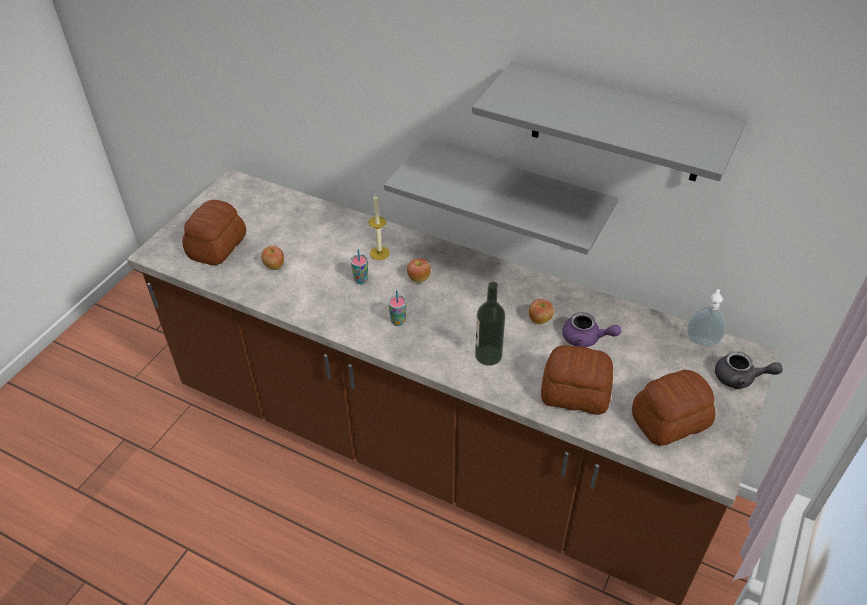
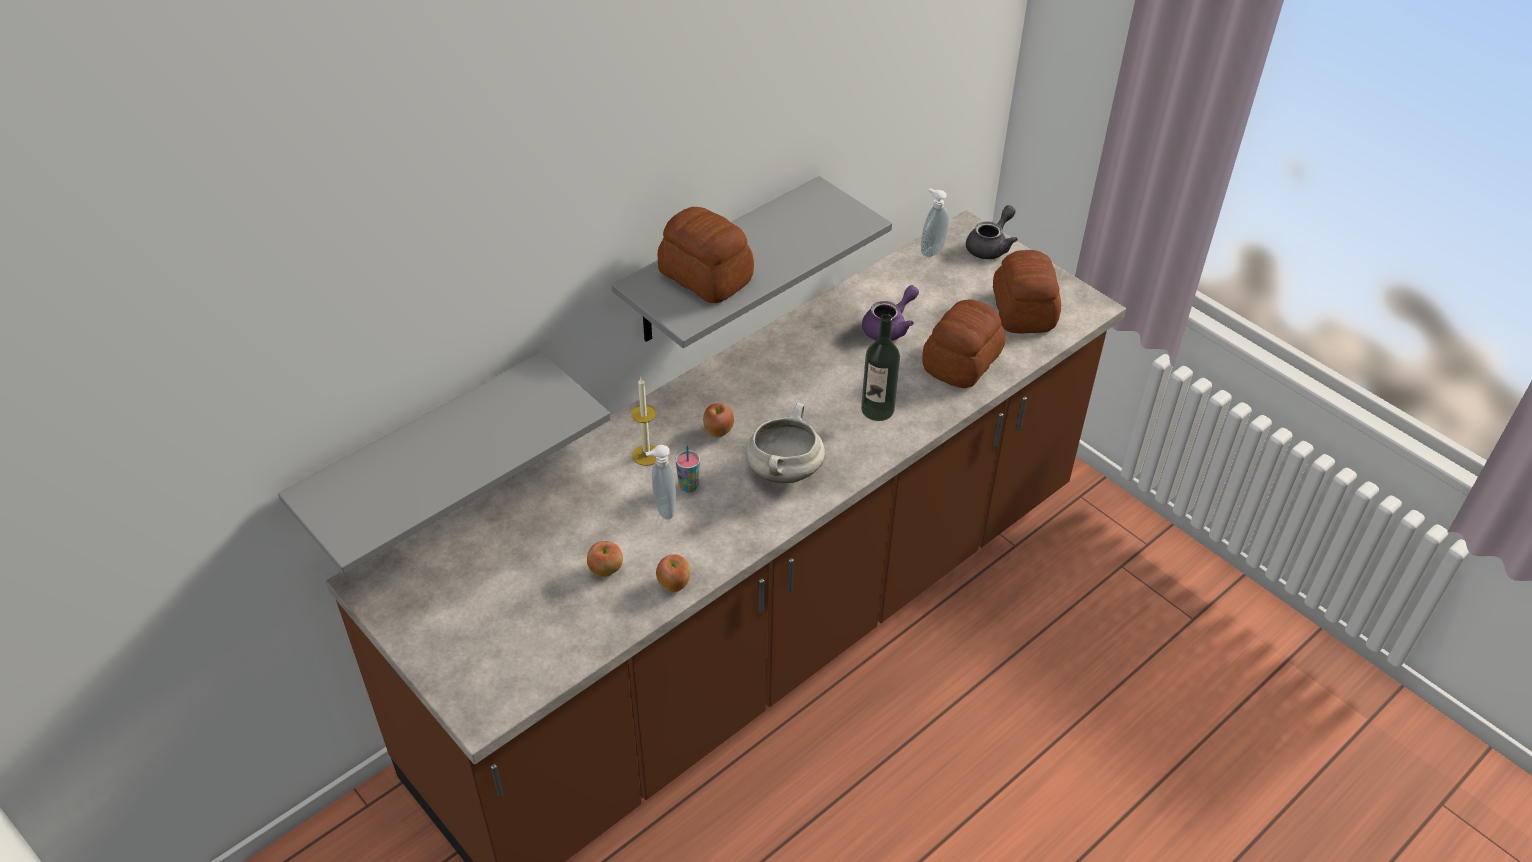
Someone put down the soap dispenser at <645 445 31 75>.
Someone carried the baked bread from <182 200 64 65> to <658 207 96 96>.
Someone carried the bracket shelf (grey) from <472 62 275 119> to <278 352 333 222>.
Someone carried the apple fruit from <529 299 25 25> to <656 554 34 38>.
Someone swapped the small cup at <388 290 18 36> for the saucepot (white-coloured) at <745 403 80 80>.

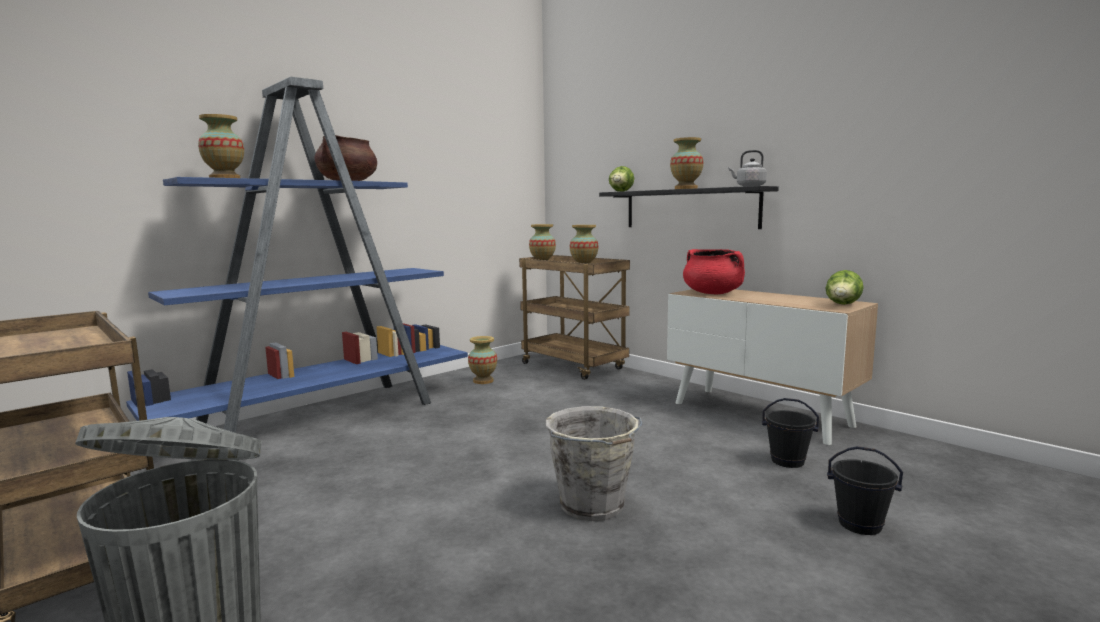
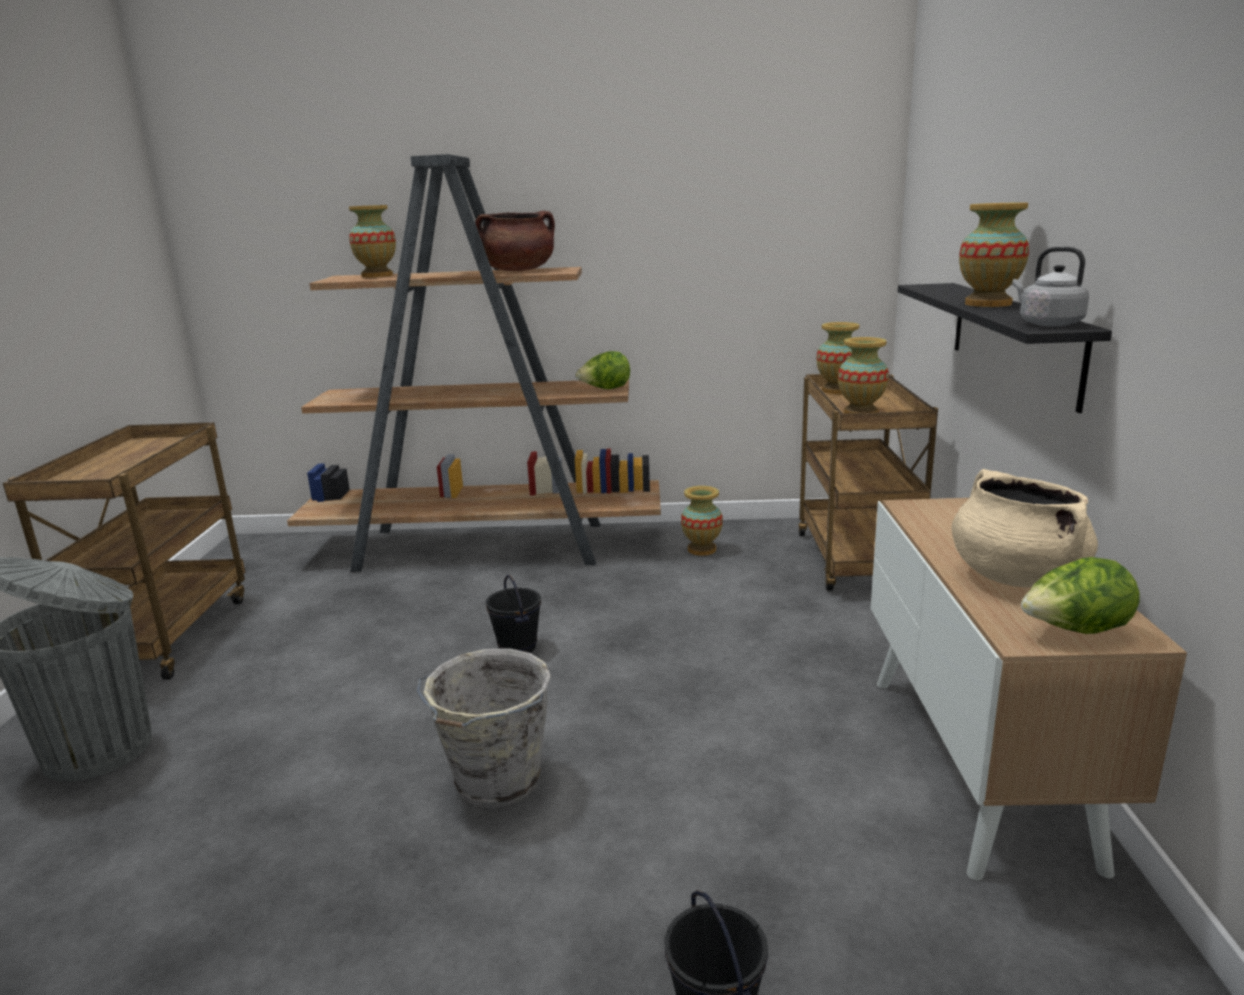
Someone took away the saucepot (reddish) at <683 249 62 45>.
Someone put down the saucepot (sand-coloured) at <952 469 146 118>.
Someone carried the lettuce head from <609 166 25 26> to <576 351 54 38>.
Someone carried the bucket (black) from <762 398 57 70> to <486 575 55 78>.
Someone repainted the bookshelf (blue-coloured) at <126 77 342 356>, which became the bookshelf (brown) at <287 154 374 418>.

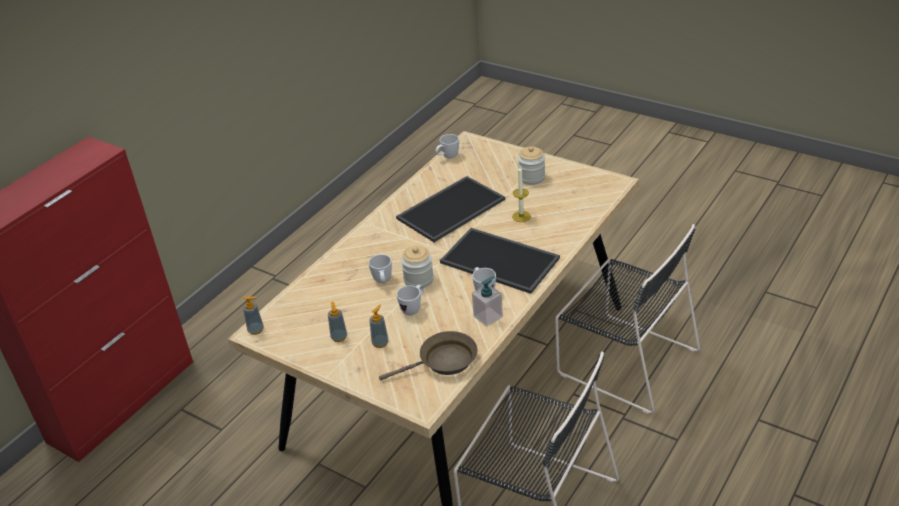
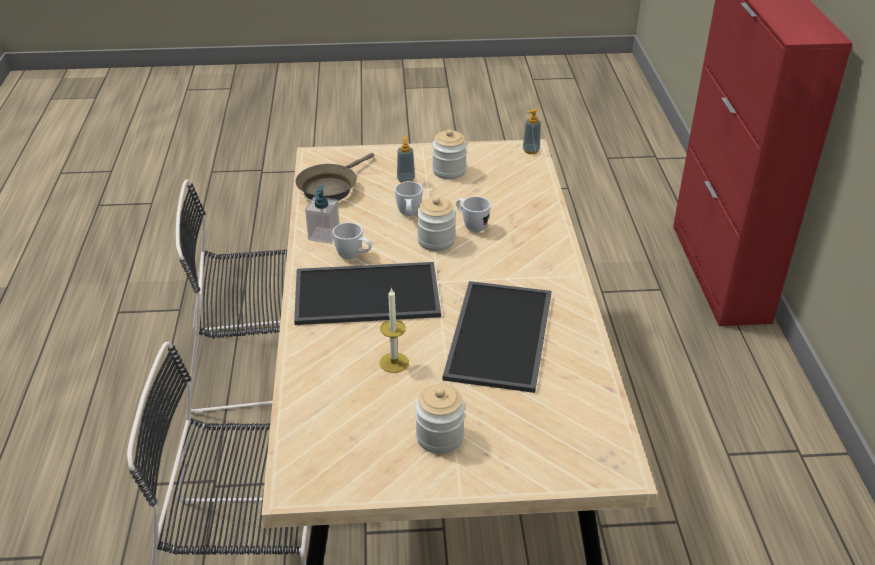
Someone took away the mug (white-coloured) at <435 134 24 24>.
Someone swapped the soap dispenser at <328 302 19 40> for the preserve jar at <432 130 35 49>.

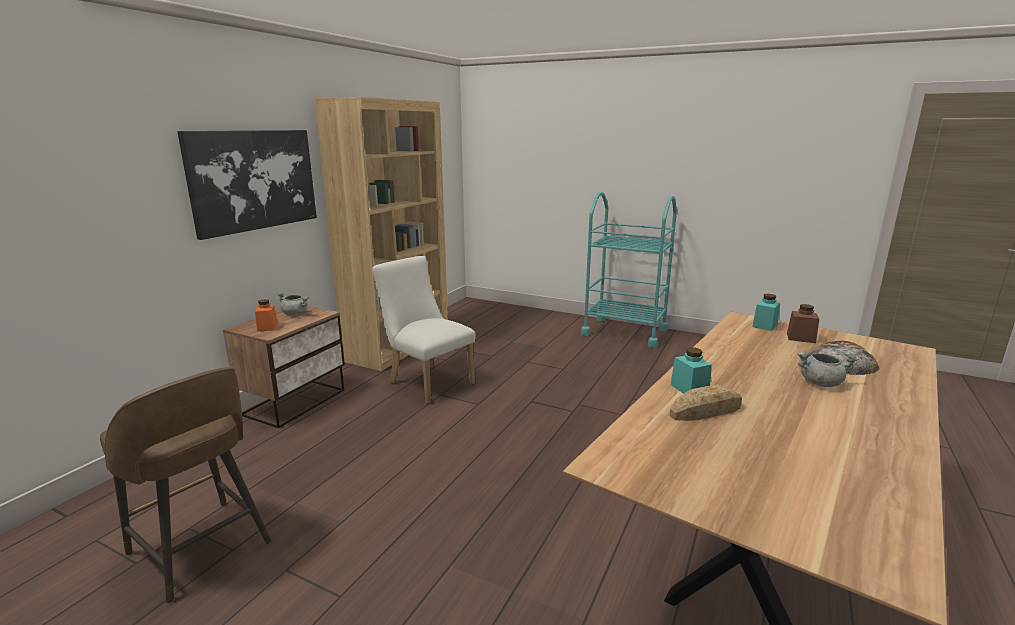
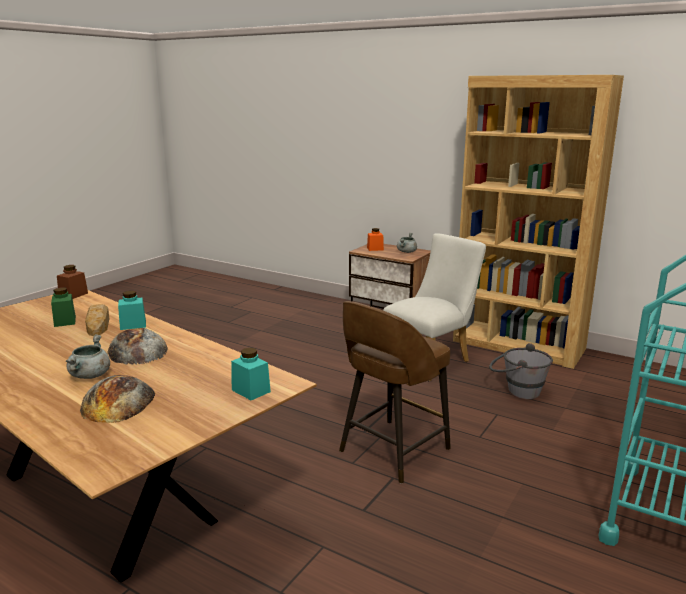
Someone took away the wall picture at <177 130 140 110>.
Someone put down the preserve jar (green-coloured) at <51 288 25 39>.
Someone put down the baked bread at <107 328 61 37>.
Someone put down the bucket (grey) at <489 343 64 56>.
Someone carried the stool (brown) from <100 367 171 236> to <339 301 112 183>.
Someone carried the preserve jar (brown) from <787 304 32 39> to <57 265 31 34>.

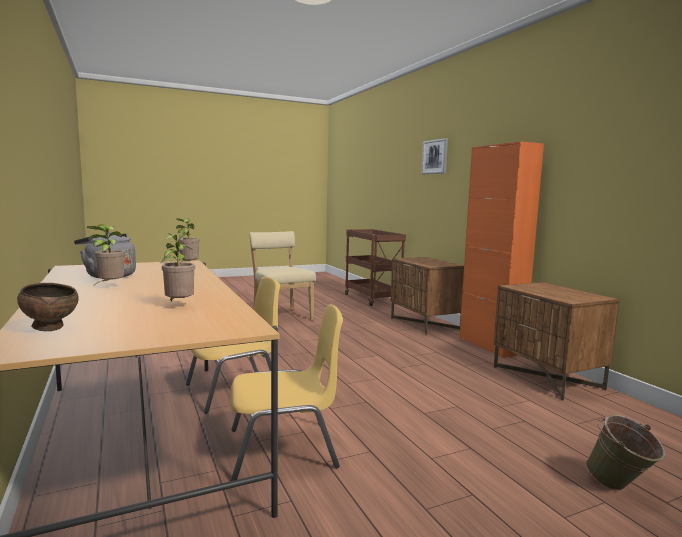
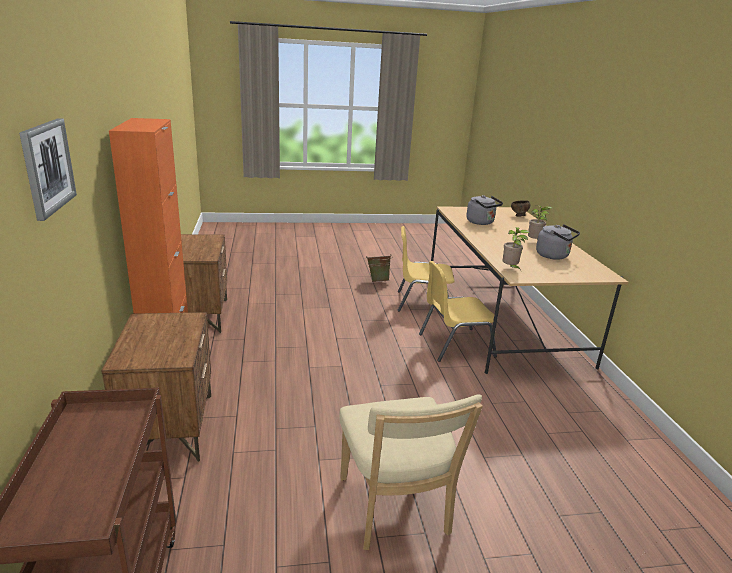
Someone carried the bucket (green-coloured) from <586 415 79 76> to <366 254 26 28>.
Someone swapped the plant in a pot at <161 232 34 70> for the water kettle (grey) at <466 195 37 30>.

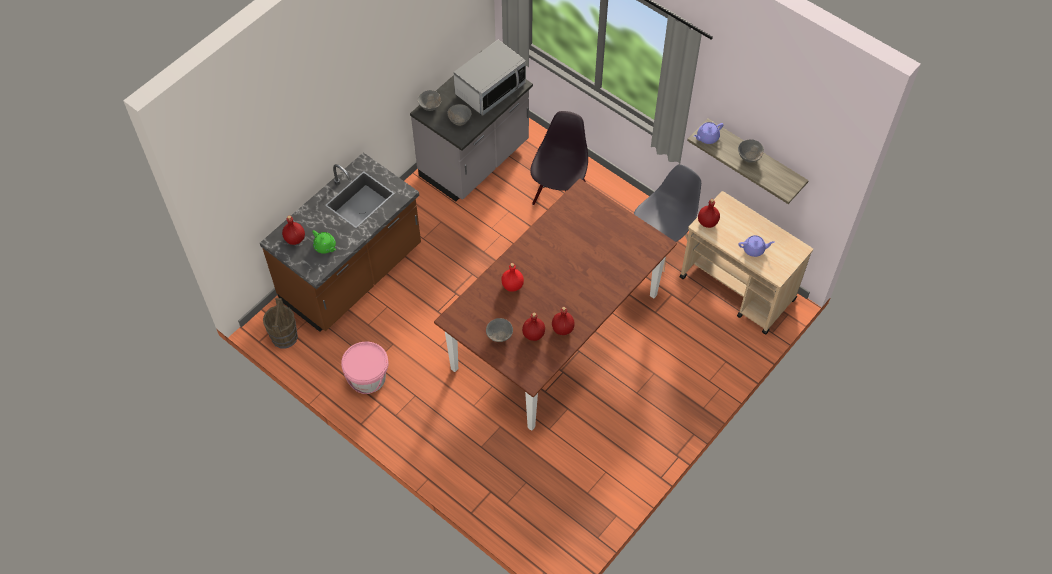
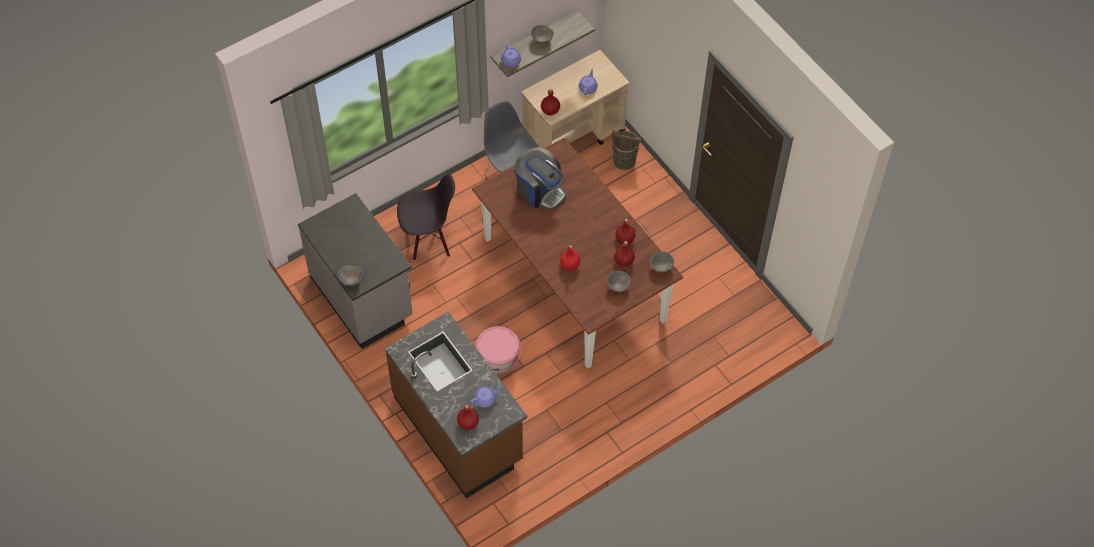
Someone took away the kitchen microwave at <453 40 73 76>.
Someone put down the coffee machine at <514 147 53 64>.
Someone carried the bucket (brown) from <263 298 35 50> to <611 130 30 40>.
Someone carried the bucket (pink-coloured) from <341 342 48 52> to <476 326 45 49>.
Someone carried the serving bowl (grey) from <447 104 24 22> to <650 251 24 21>.
Someone repainted the teapot (green-coloured) at <312 230 24 24>, which became the teapot (purplish) at <470 385 31 23>.
Someone rotated the plain chair (black) at <530 111 58 94> by 135 degrees clockwise.

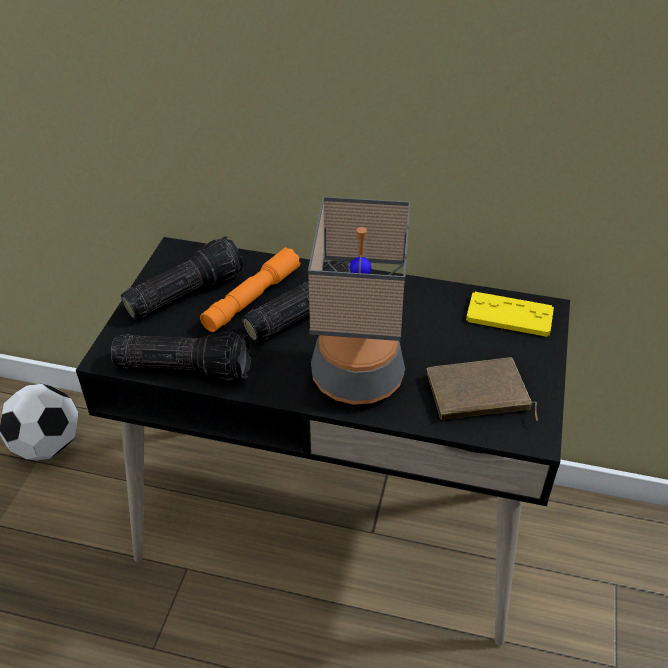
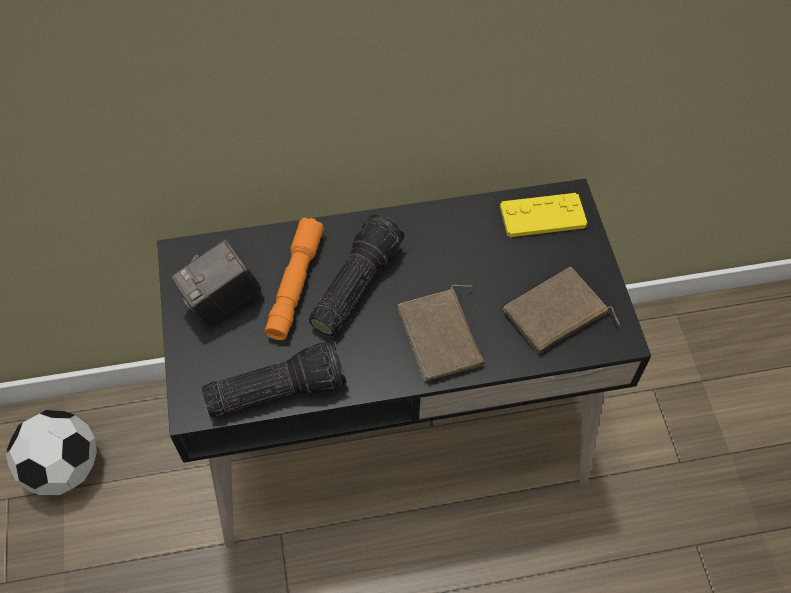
Someone swapped the flashlight at <121 236 123 84> for the photo camera at <171 240 91 86>.
Someone swapped the lamp for a table at <308 197 102 208> for the book (brown) at <398 285 86 96>.

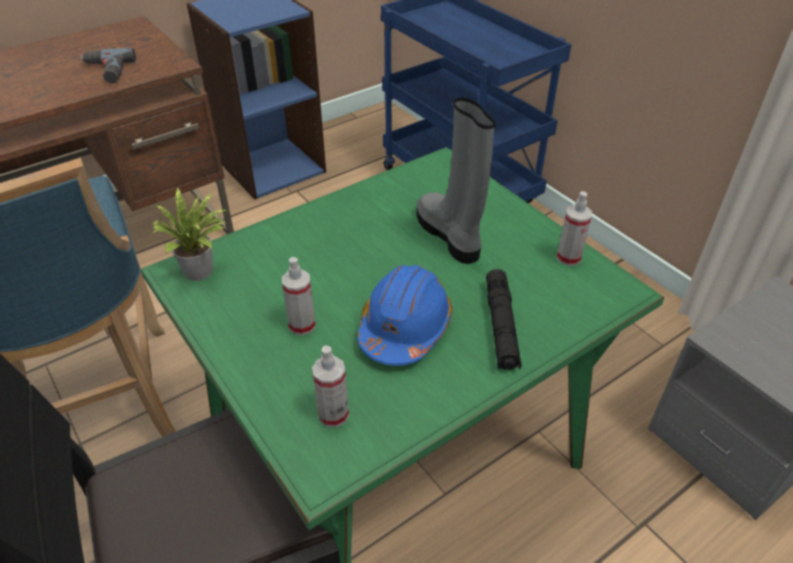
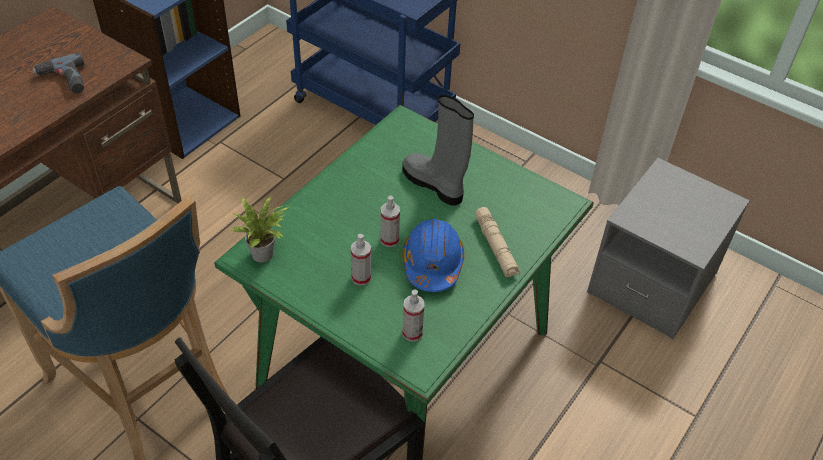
Someone carried the spray bottle from <557 191 35 75> to <381 195 19 52>.
Someone repainted the flashlight (black) at <486 269 36 101>, which became the flashlight (sand-coloured) at <475 207 45 71>.

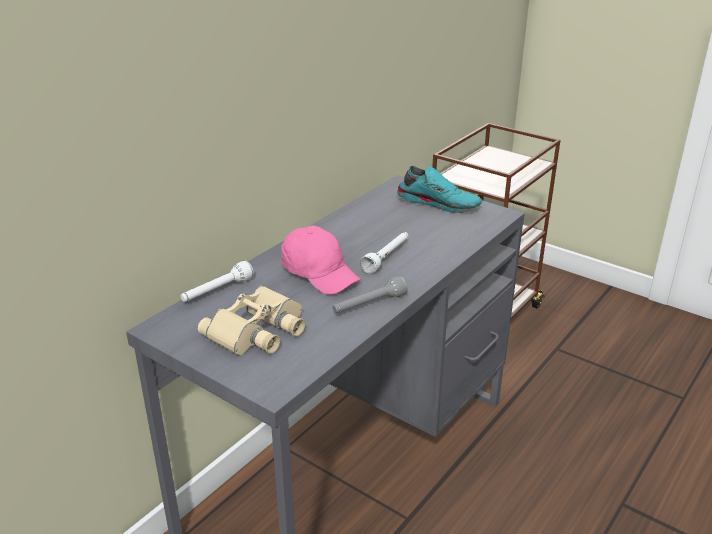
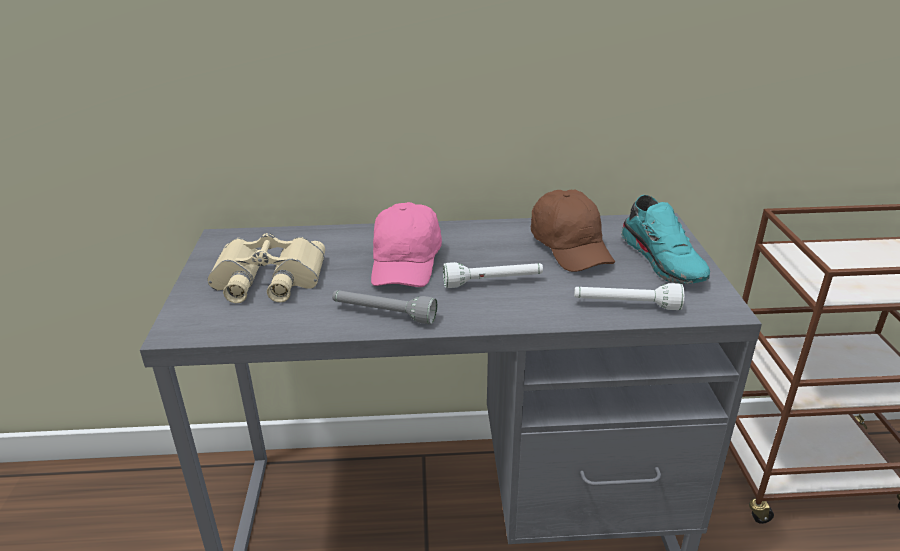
Someone put down the cap (brown) at <531 190 84 82>.
Someone carried the flashlight (white-coloured) from <181 261 73 41> to <574 283 110 27>.

